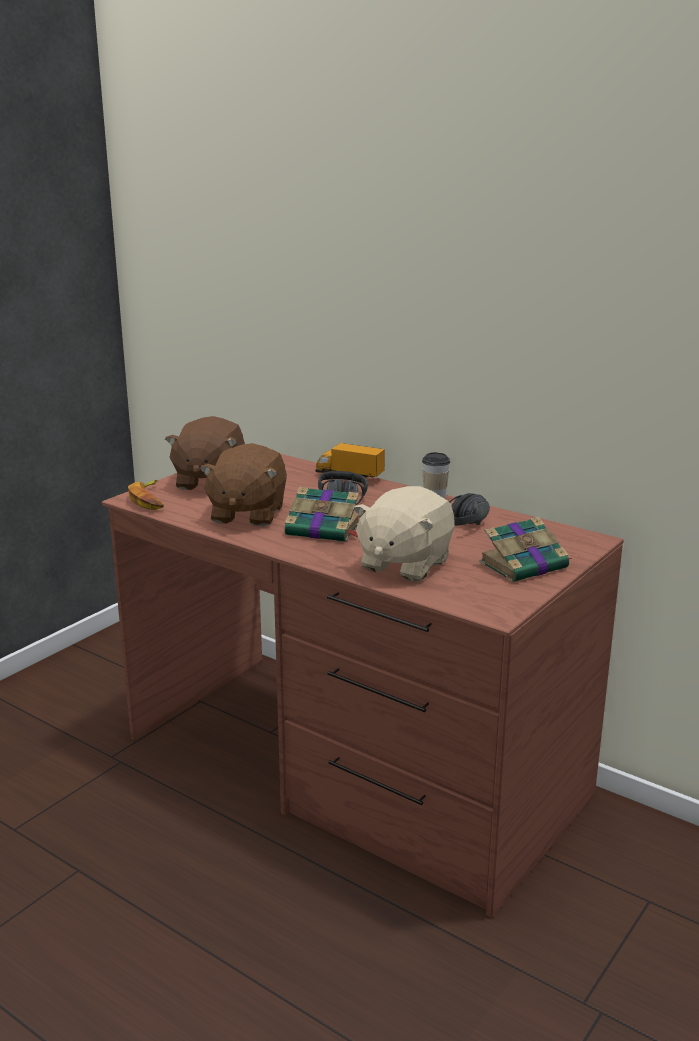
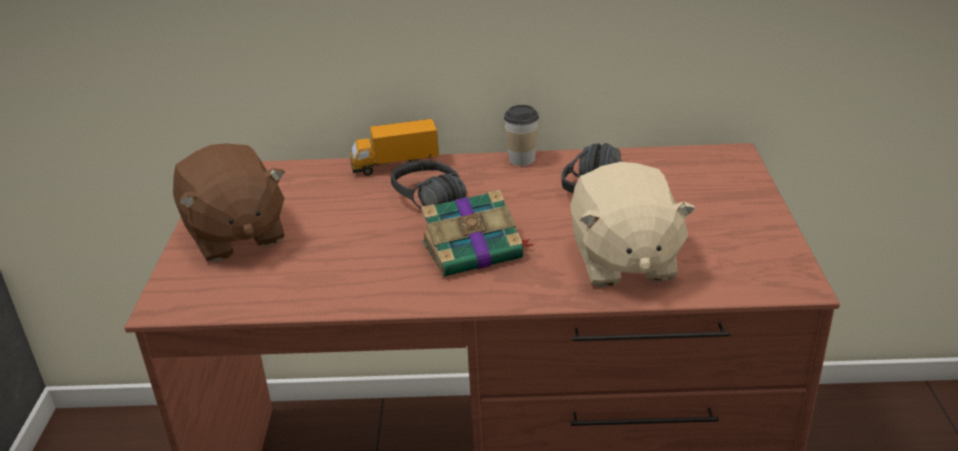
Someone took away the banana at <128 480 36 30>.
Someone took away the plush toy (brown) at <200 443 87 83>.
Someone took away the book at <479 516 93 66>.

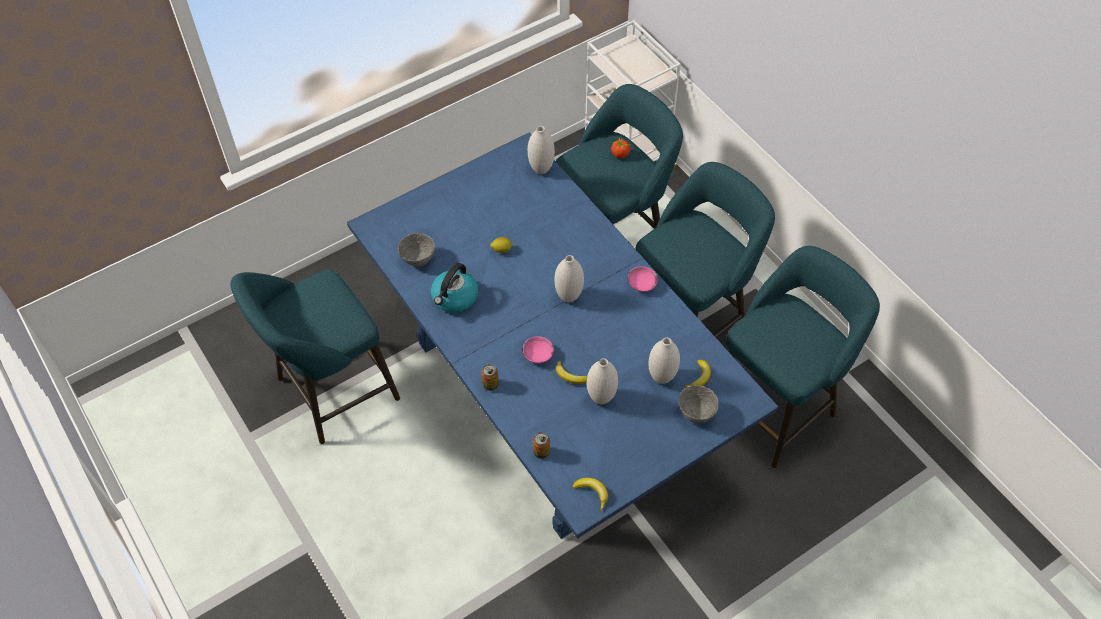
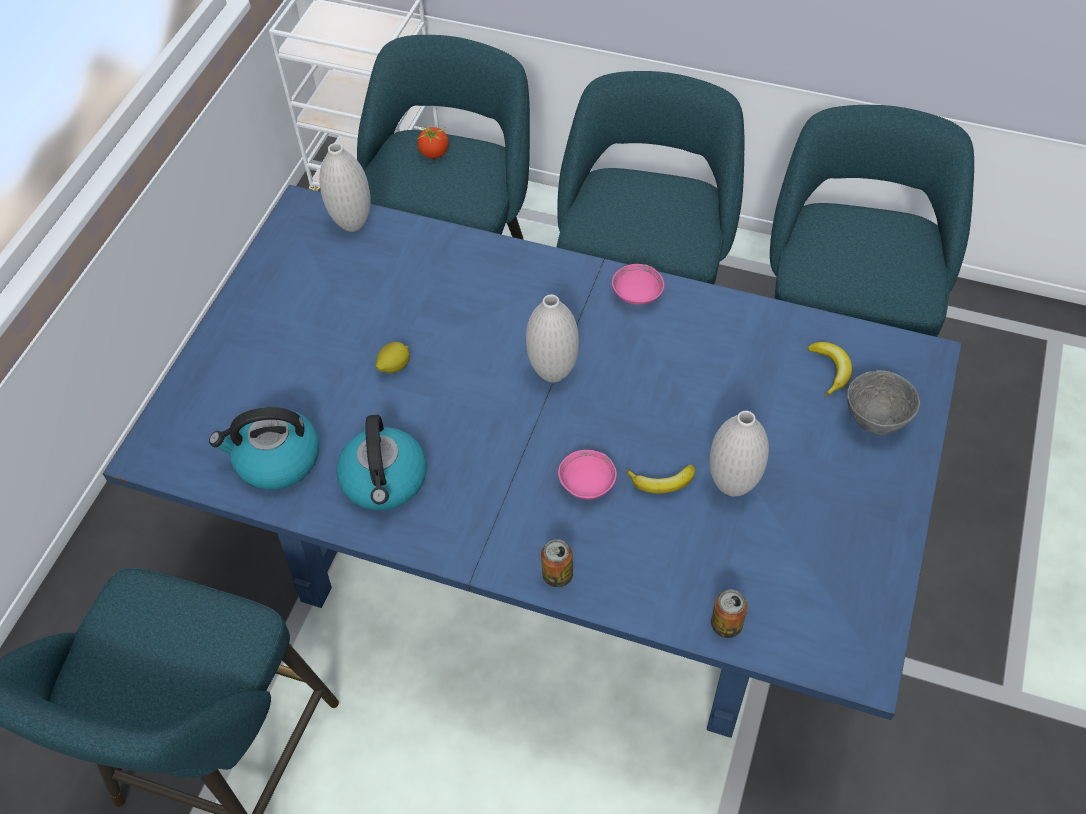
Someone took away the banana at <572 478 36 33>.
Someone took away the flower vase (white-coloured) at <649 338 31 46>.
Someone swapped the serving bowl (grey) at <398 233 37 34> for the water kettle at <209 407 110 83>.

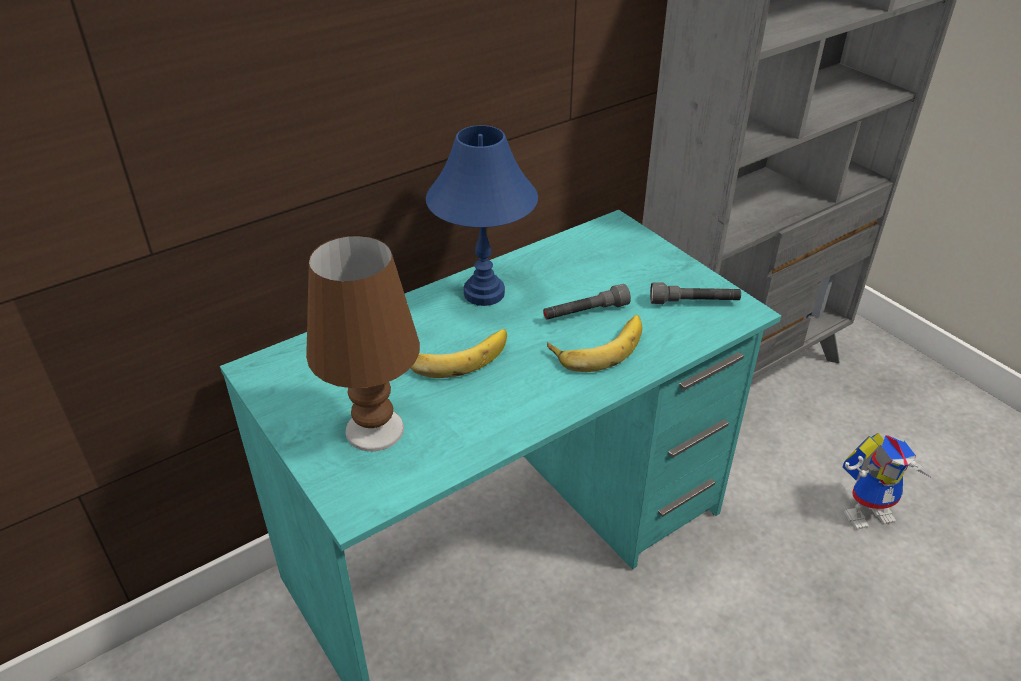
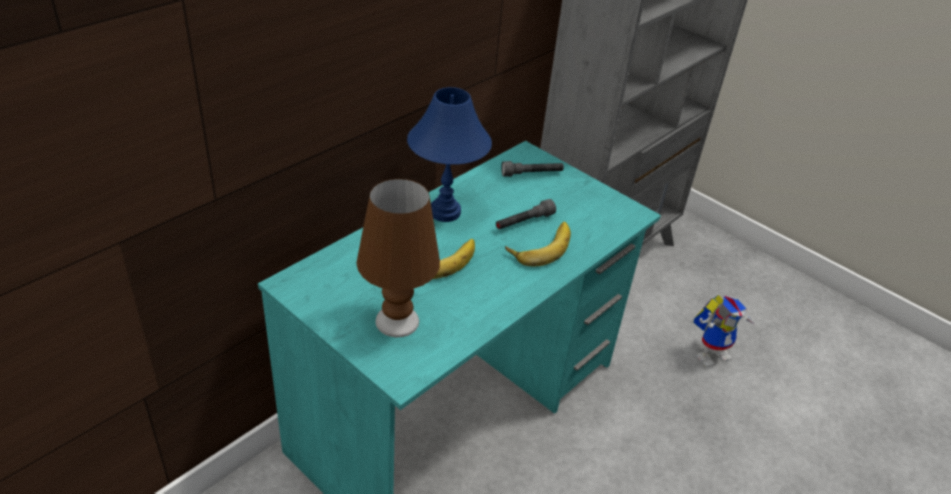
Someone carried the flashlight (grey) from <650 282 91 22> to <501 161 63 16>.

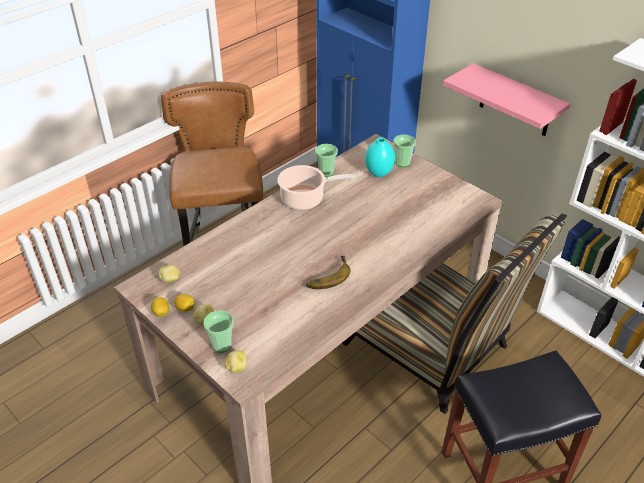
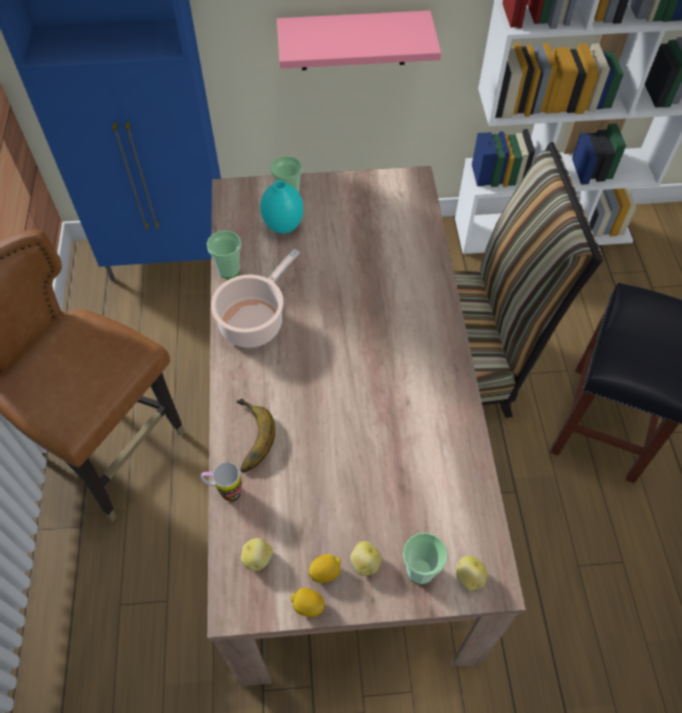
Someone put down the mug at <201 462 41 40>.
Someone carried the banana from <306 256 45 33> to <236 398 39 75>.

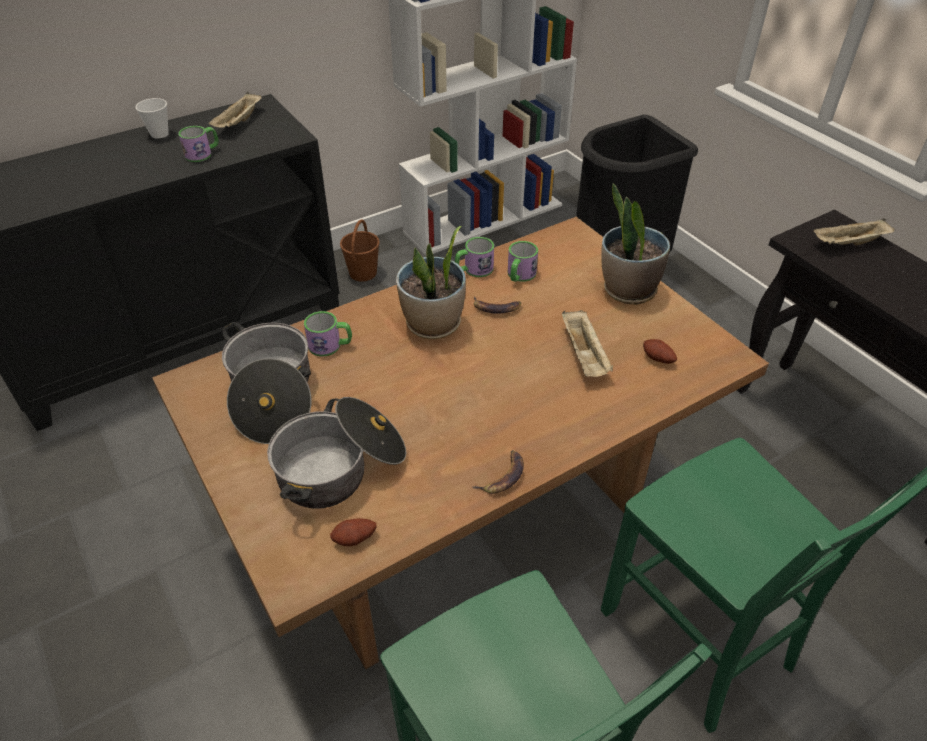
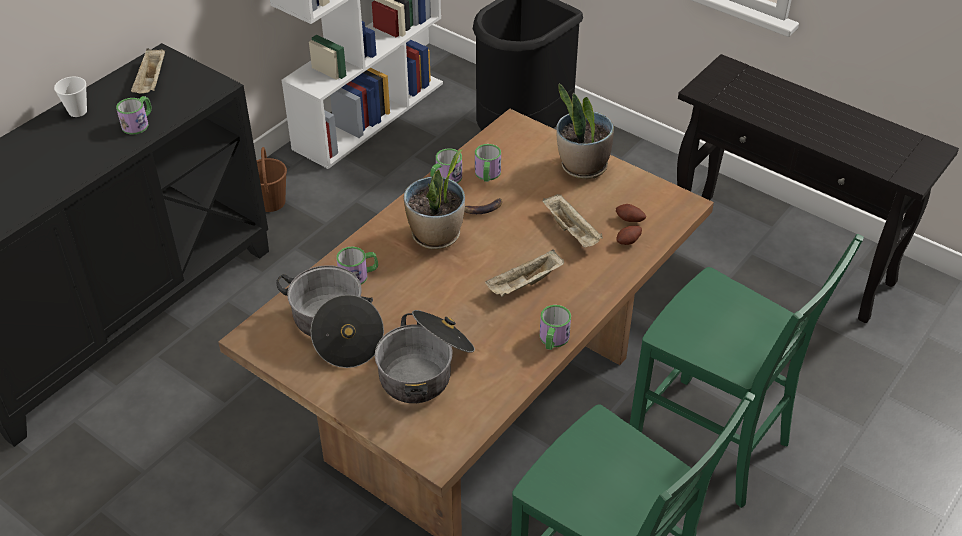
Someone carried the spud from <330 518 47 28> to <616 226 26 19>.
Someone carried the serving tray (sand-coloured) from <814 218 80 27> to <485 249 79 48>.
Someone swapped the banana at <472 450 52 44> for the mug at <540 305 31 45>.

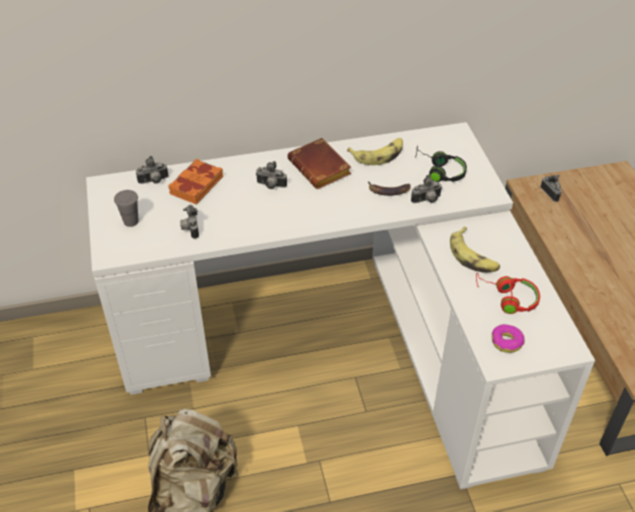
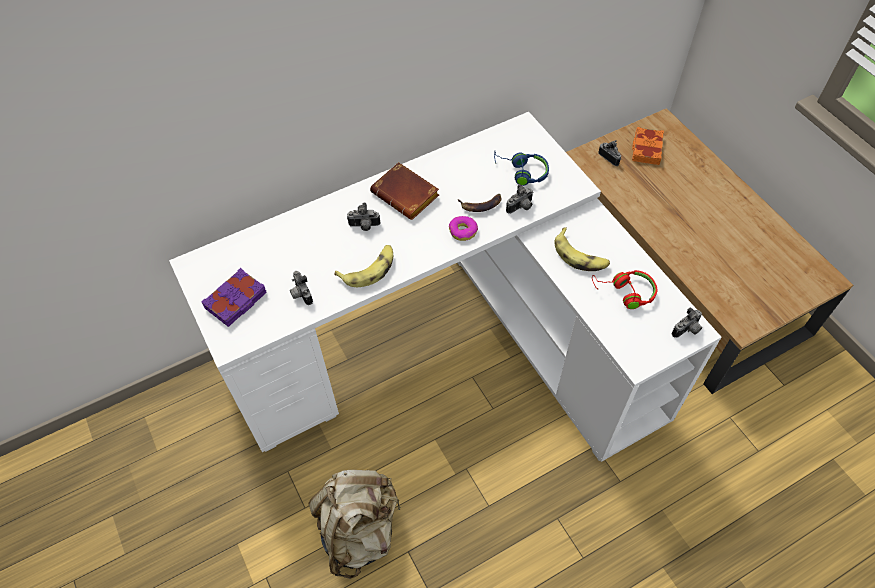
Someone carried the photo camera from <136 156 32 28> to <672 307 30 31>.
Someone carried the book (orangey) from <168 159 55 46> to <632 127 32 38>.
Someone carried the banana from <347 138 56 27> to <334 245 59 42>.
Someone carried the ring doughnut from <492 324 33 29> to <449 216 29 25>.
Someone swapped the small cup (grey) at <114 190 25 37> for the book (purplish) at <201 268 66 59>.
Someone repainted the headset (black) at <415 145 52 37>, which became the headset (blue-coloured) at <494 151 55 35>.

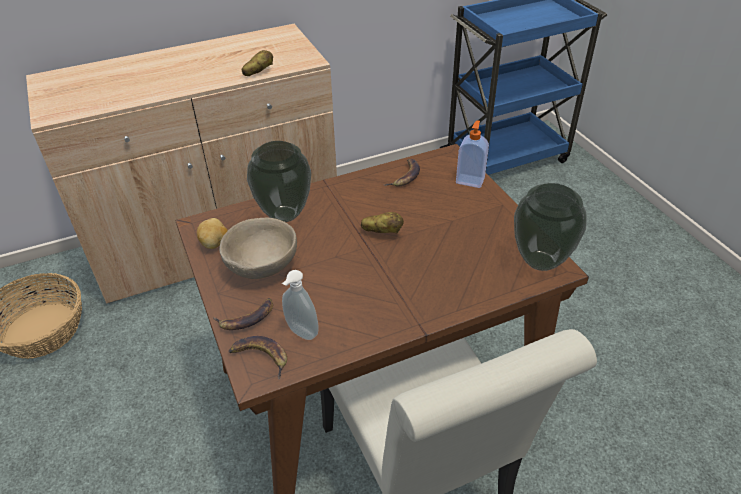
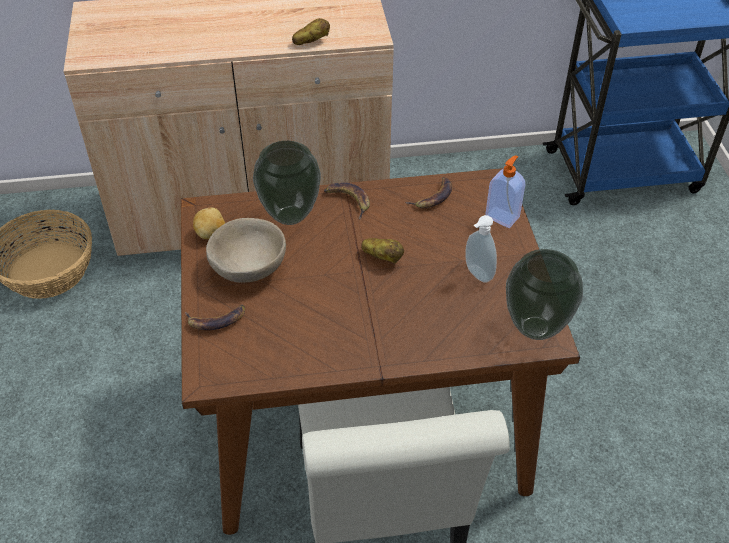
Someone carried the banana from <228 336 59 44> to <324 183 46 37>.
Someone carried the soap dispenser from <282 270 37 70> to <465 215 32 68>.

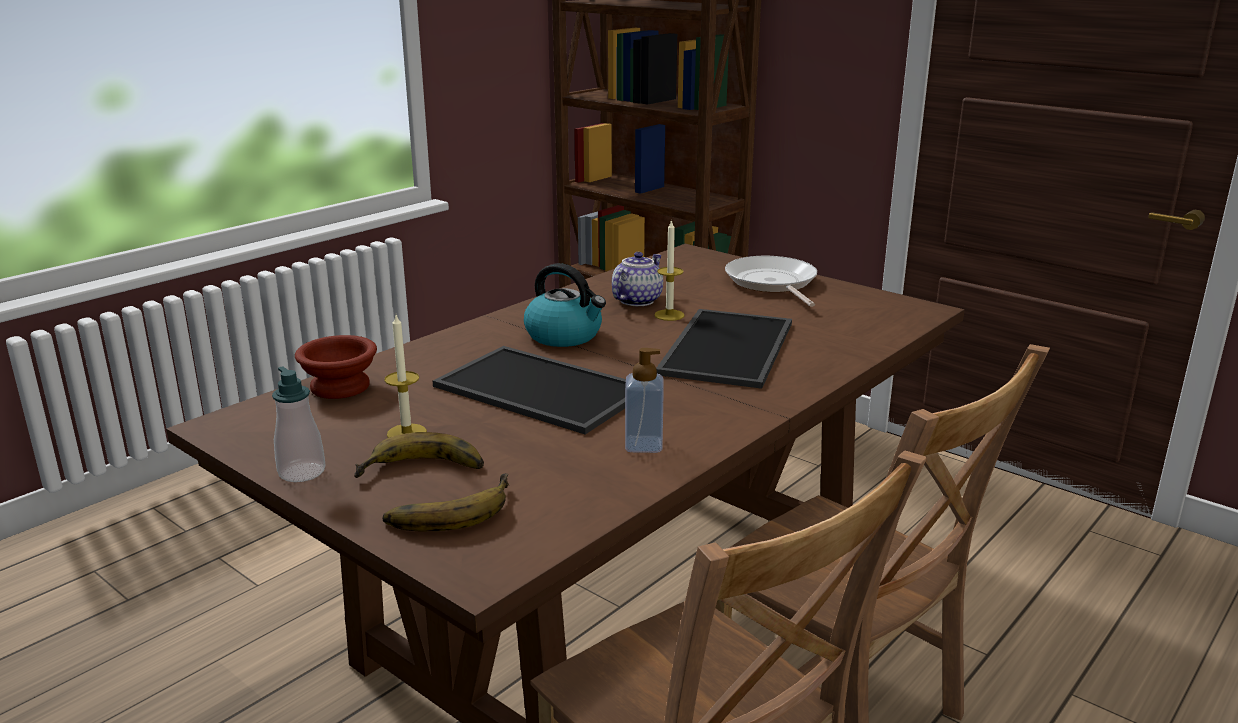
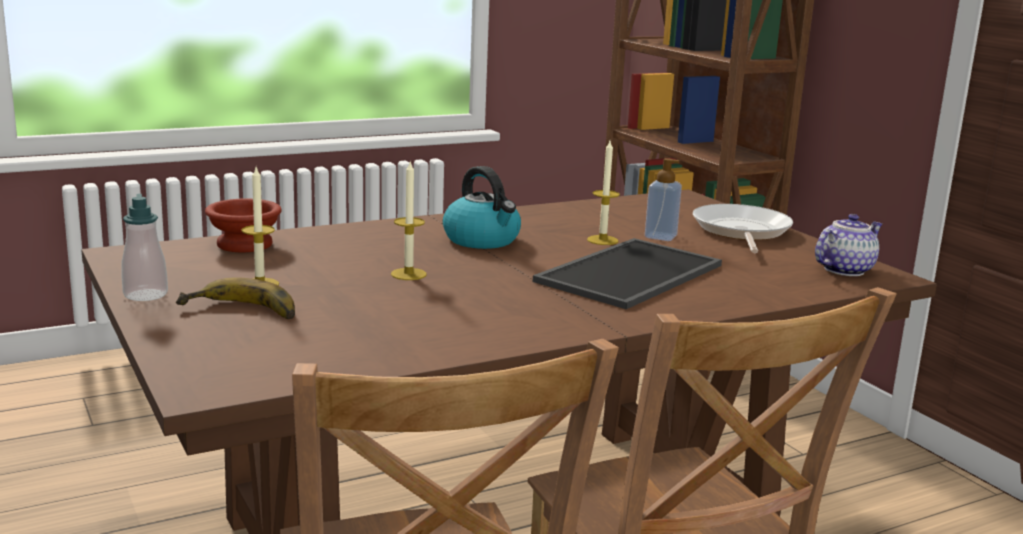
Someone took away the banana at <382 473 127 59>.
Someone carried the teapot from <612 252 51 54> to <815 214 68 62>.
Someone carried the soap dispenser from <625 348 39 105> to <645 158 37 83>.
Someone swapped the serving tray at <433 346 193 89> for the wax candle at <391 162 36 118>.

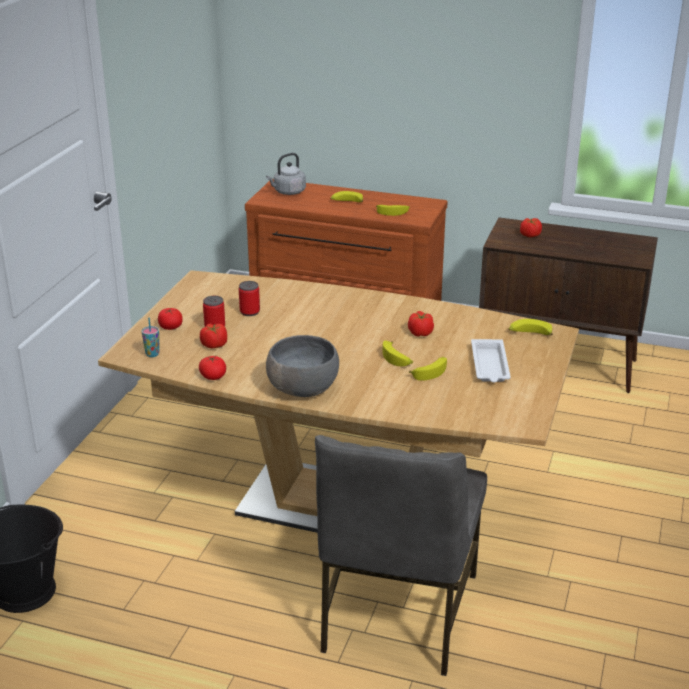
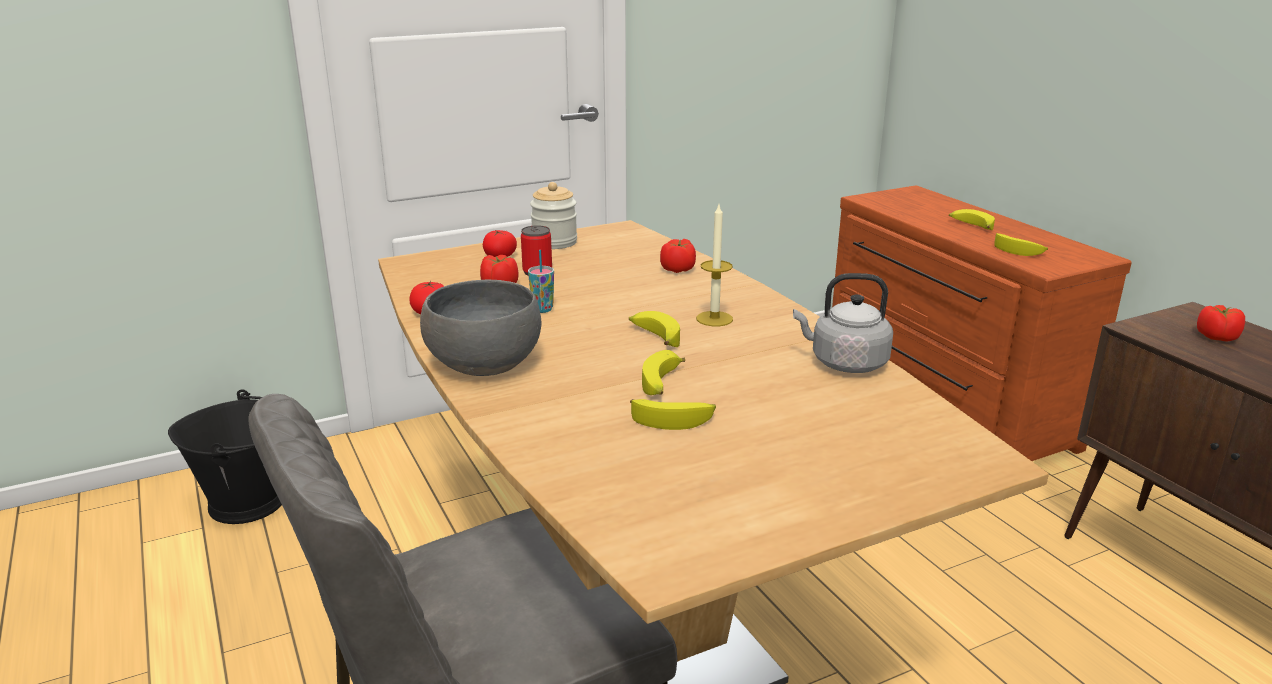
Someone took away the sealed can at <239 281 21 35>.
Someone took away the serving tray (white-coloured) at <471 339 40 43>.
Someone put down the preserve jar at <530 182 47 67>.
Someone put down the wax candle at <696 205 37 121>.
Someone carried the small cup from <142 318 18 39> to <528 250 26 63>.
Someone carried the water kettle (grey) from <266 153 40 42> to <793 273 100 100>.
Someone carried the tomato from <408 311 26 26> to <660 239 36 34>.
Someone carried the banana from <509 319 44 16> to <629 311 51 36>.

